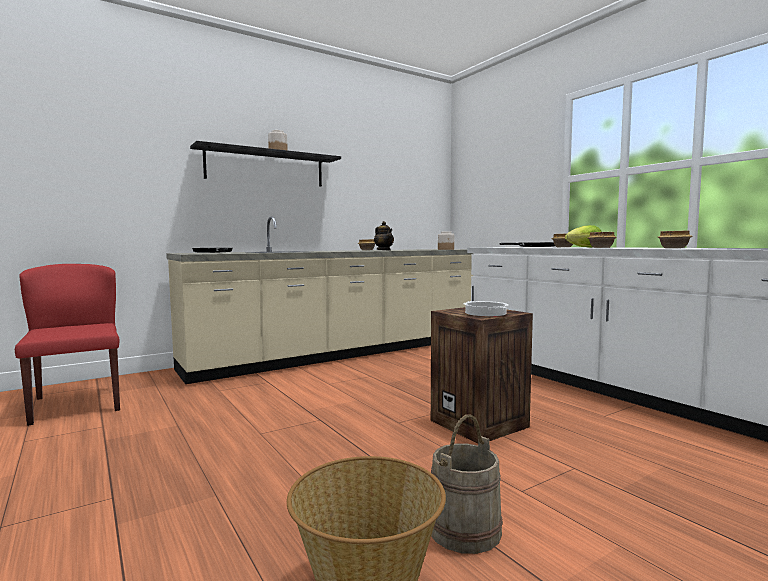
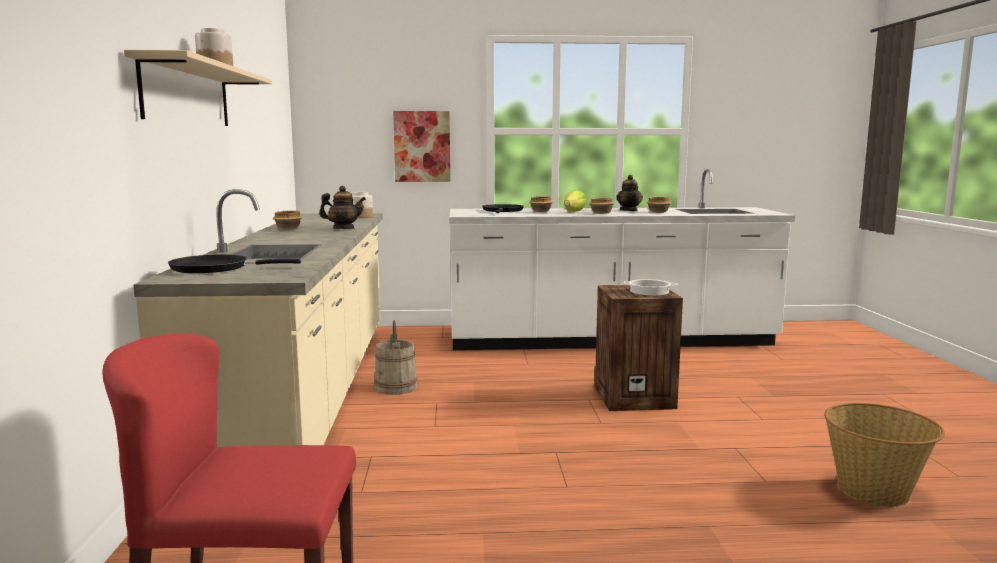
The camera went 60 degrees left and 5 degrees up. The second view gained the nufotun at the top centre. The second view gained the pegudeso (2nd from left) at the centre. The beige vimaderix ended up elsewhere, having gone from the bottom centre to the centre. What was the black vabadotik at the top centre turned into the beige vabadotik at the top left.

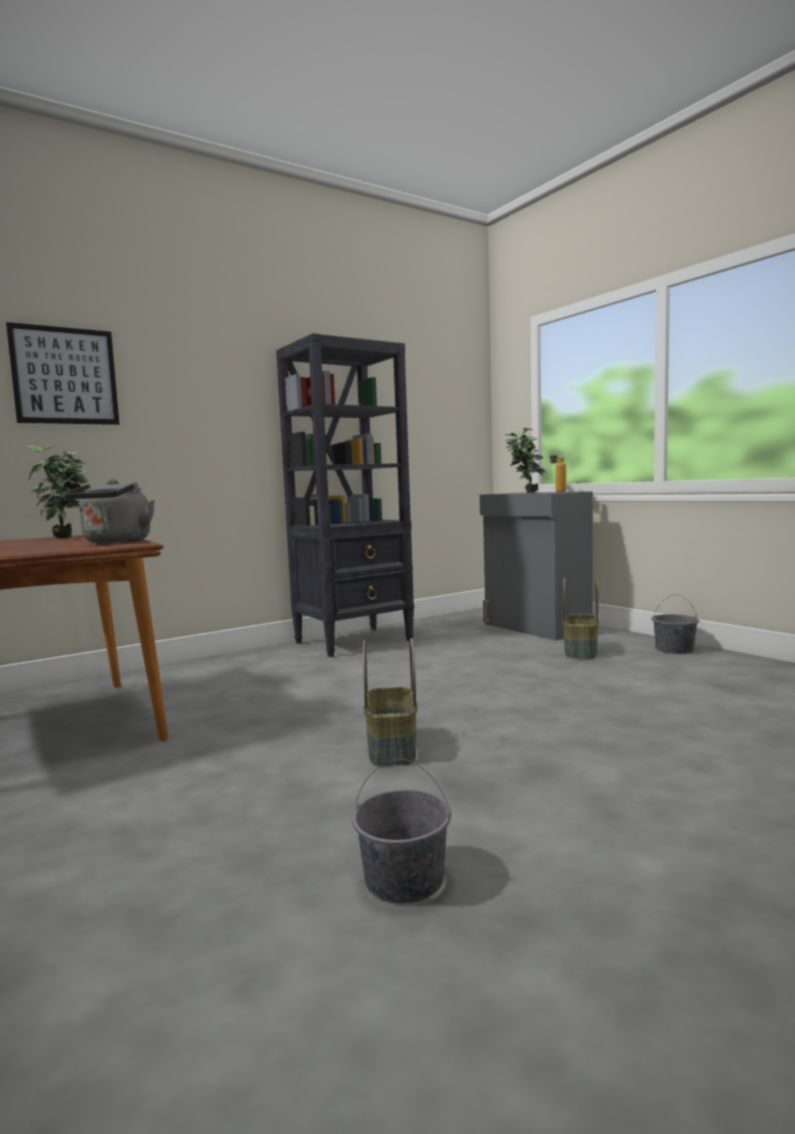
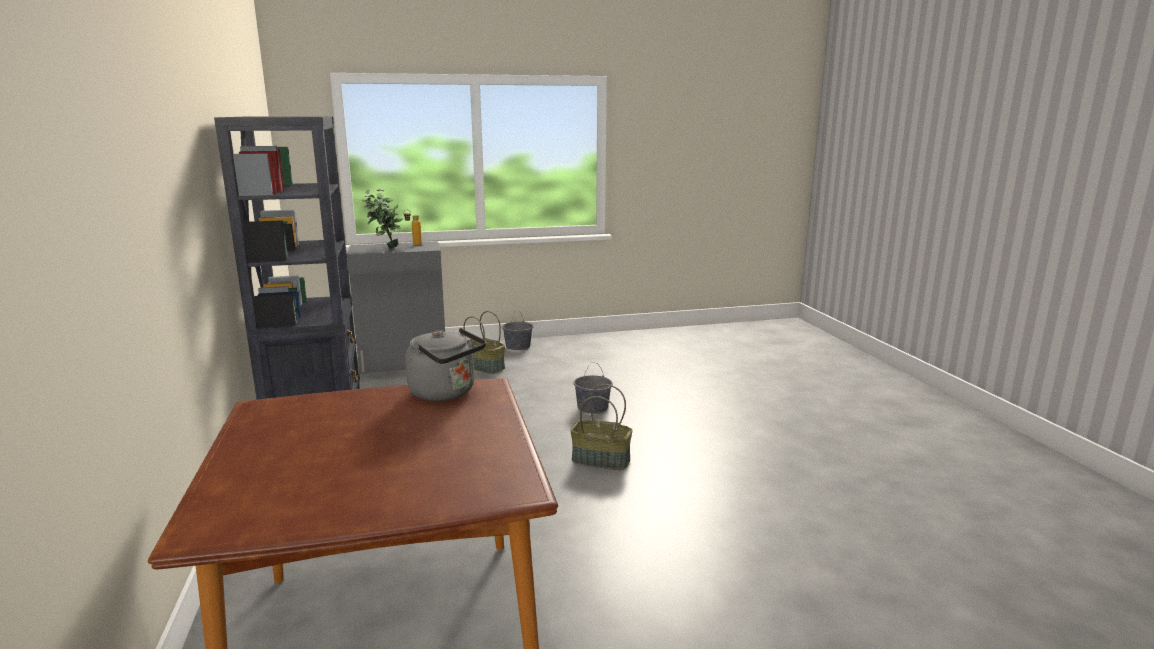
The camera went 70 degrees left and 10 degrees up. The second view lost the nufotun at the top left. The second view lost the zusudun (1st from left) at the middle left. The grey vimaderix (1st from left in the first image) ended up elsewhere, having gone from the bottom centre to the centre.

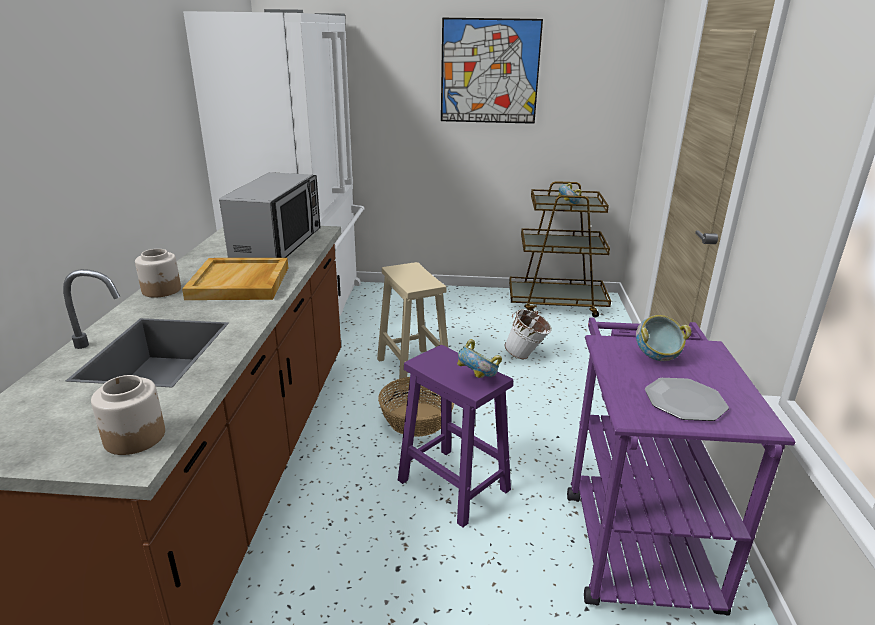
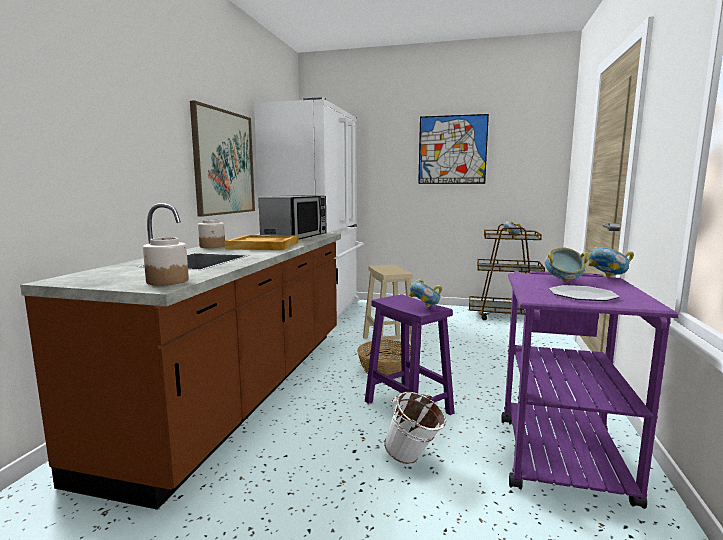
The camera went 10 degrees right and 15 degrees down. The second view gained the nufotun (1st from left) at the top left. The second view gained the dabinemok (4th from left) at the middle right. The white vimaderix ended up elsewhere, having gone from the centre to the bottom centre.

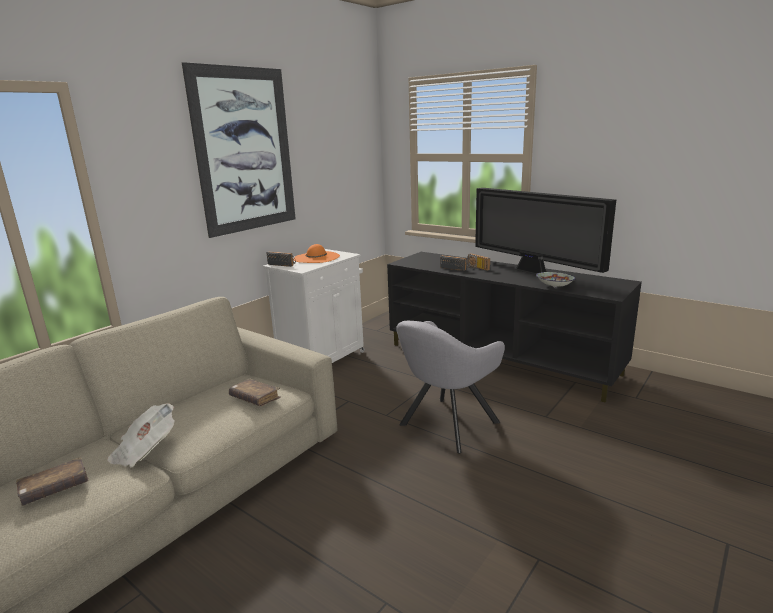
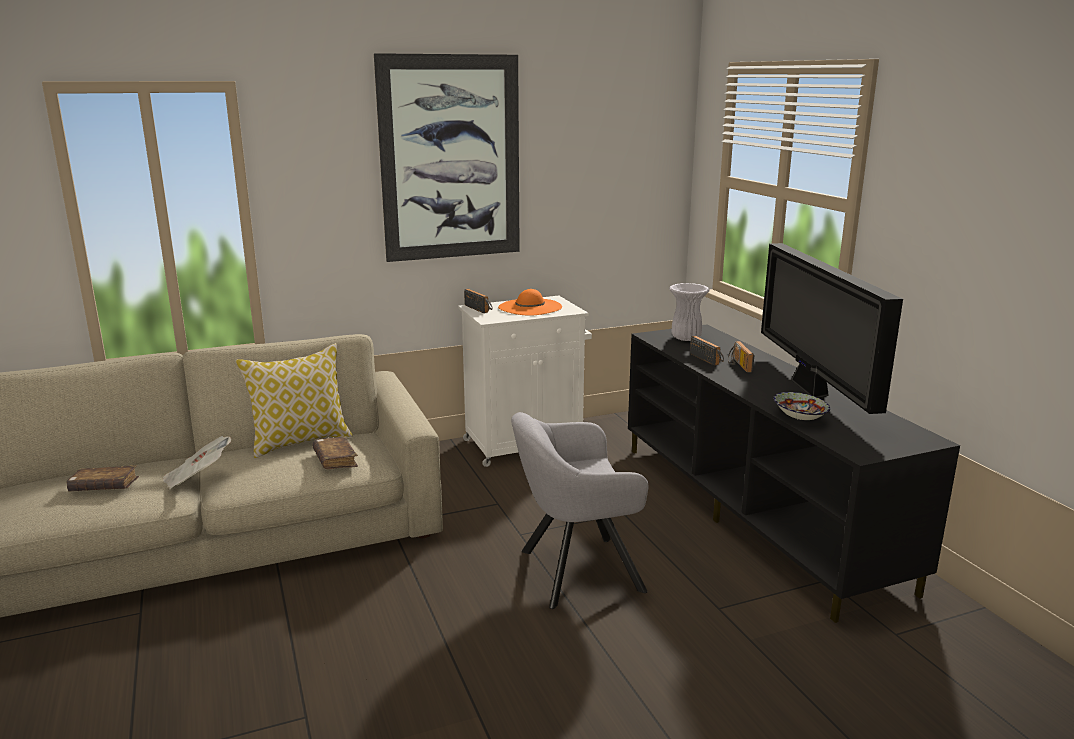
The camera went 30 degrees right and 0 degrees up. The second view gained the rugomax at the middle left. The second view gained the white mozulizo at the centre.

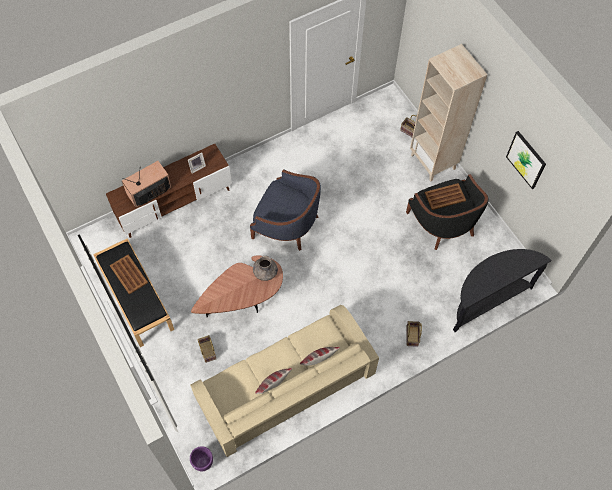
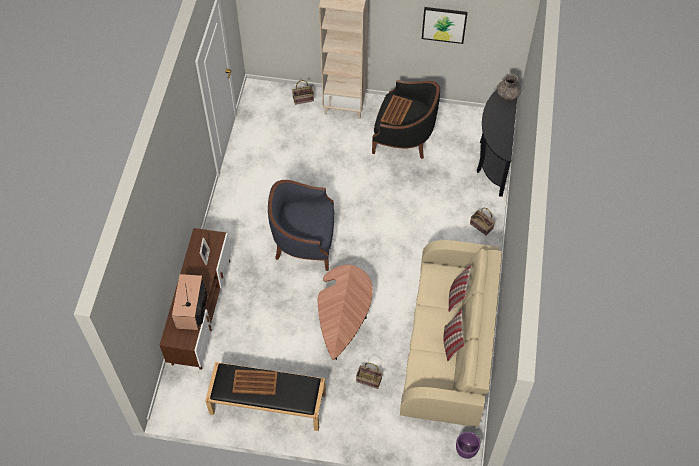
The camera went 50 degrees left and 5 degrees down. The grey mozulizo ended up elsewhere, having gone from the centre to the top right. The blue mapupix at the centre ended up facing another way, 150 degrees counterclockwise from before.

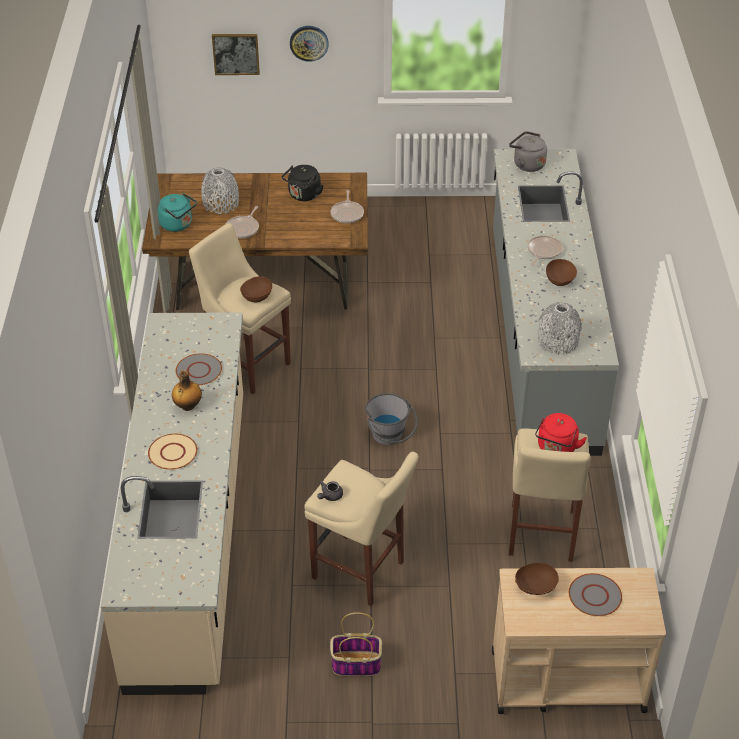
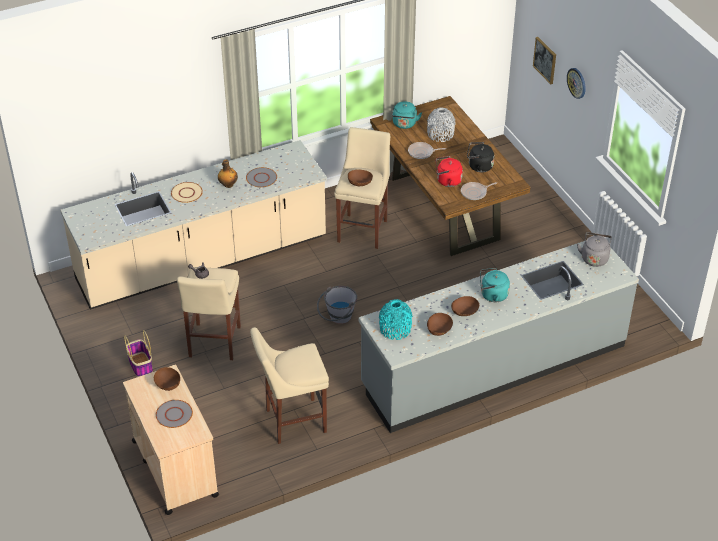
The camera went 65 degrees right and 0 degrees up. The second view gained the brown dabinemok (3rd from left) at the centre. The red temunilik ended up elsewhere, having gone from the middle right to the top centre. Where the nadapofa (3rd from left) stood at the middle right, the turquoise temunilik (2nd from left) came to stand at the middle right. What was the grey mozulizo (2nd from left) at the middle right turned into the turquoise mozulizo at the centre.

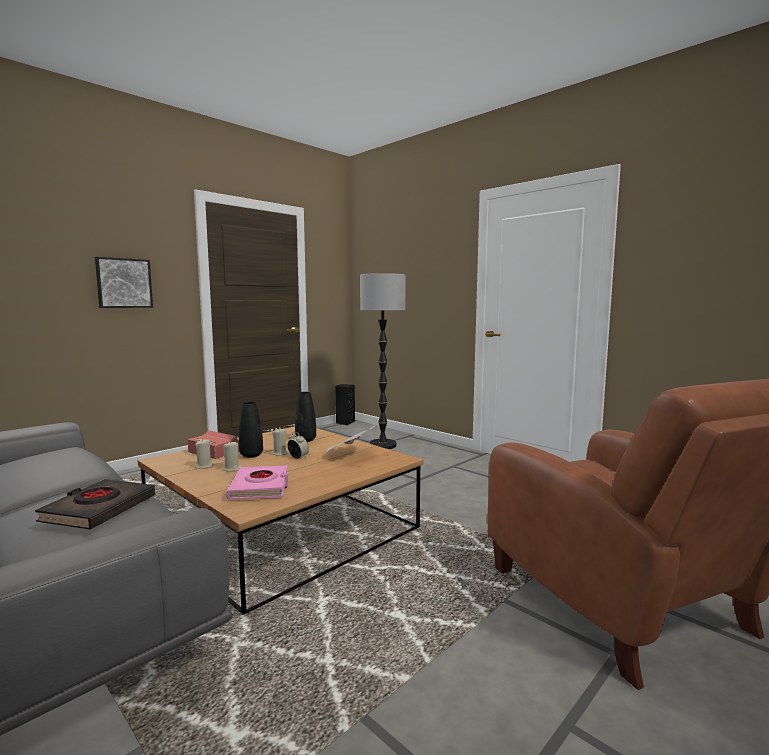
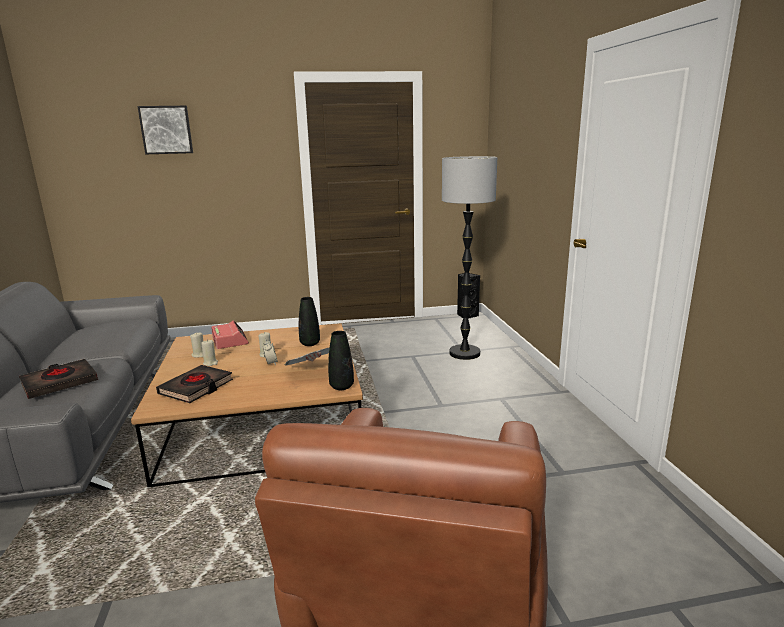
The camera went 35 degrees right and 10 degrees up. The nufotun ended up elsewhere, having gone from the middle left to the top left. The black mozulizo (1st from left in the first image) ended up elsewhere, having gone from the middle left to the centre. What was the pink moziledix at the centre turned into the black moziledix (2nd from left) at the middle left.

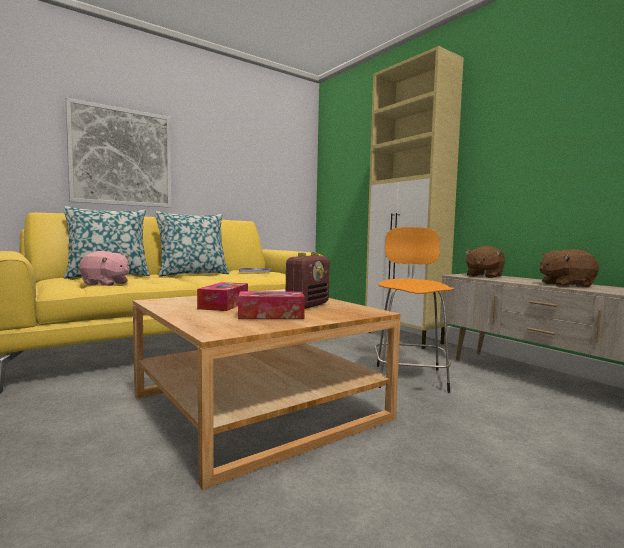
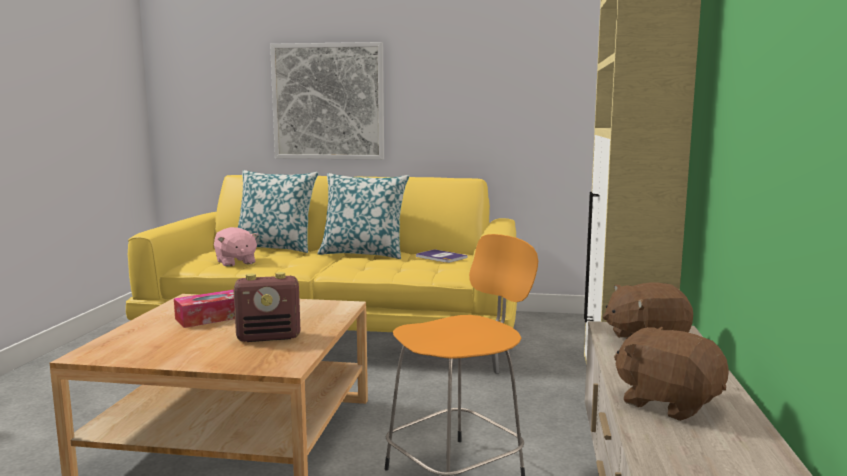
The camera went 45 degrees right and 5 degrees up. The second view lost the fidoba (2nd from left) at the centre.

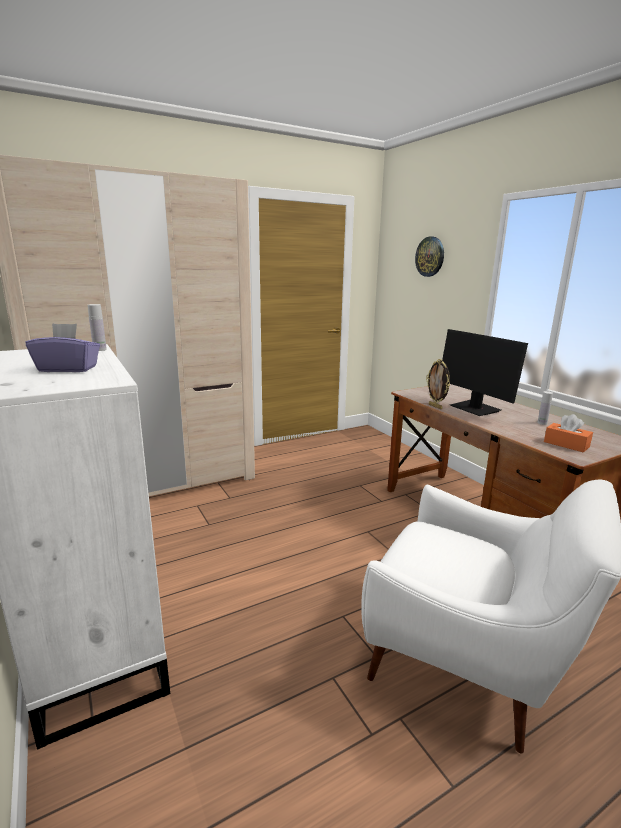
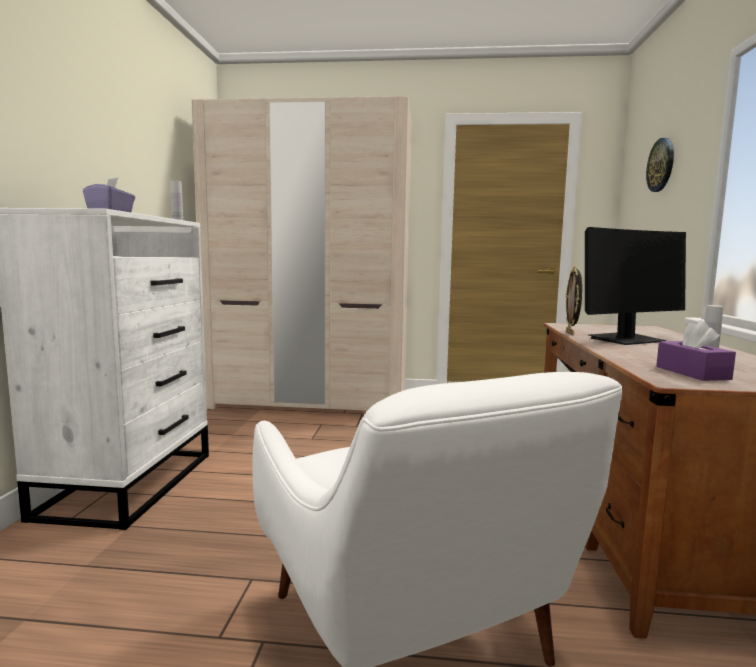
The camera went 35 degrees right and 10 degrees down. What was the orange fidoba at the middle right turned into the purple fidoba (2nd from left) at the middle right. The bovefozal at the middle right ended up facing another way, 120 degrees counterclockwise from before.

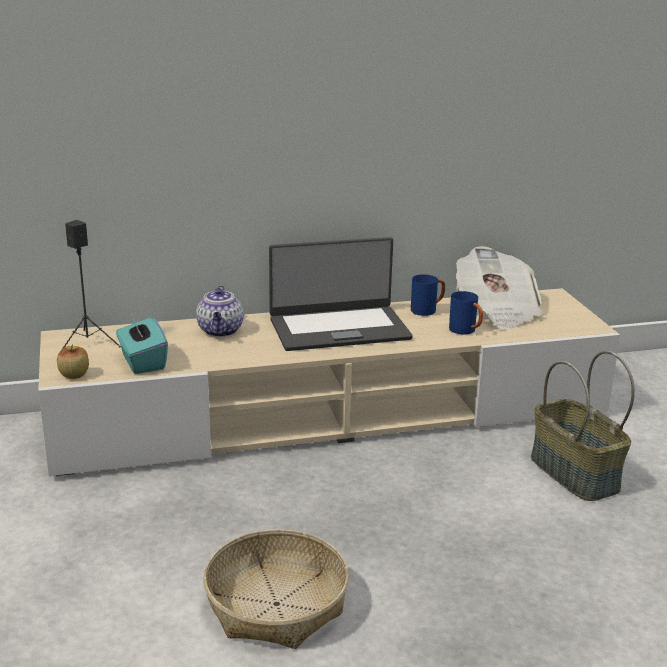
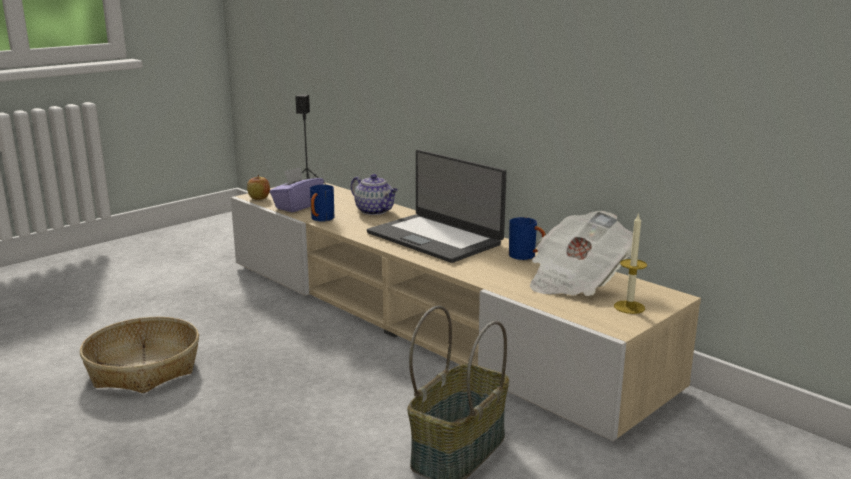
The camera went 60 degrees right and 5 degrees down. The second view gained the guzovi at the middle right. The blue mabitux (2nd from left in the first image) ended up elsewhere, having gone from the middle right to the centre. What was the turquoise fidoba at the middle left turned into the purple fidoba at the centre. The pegudeso at the middle left ended up facing another way, 105 degrees counterclockwise from before.

